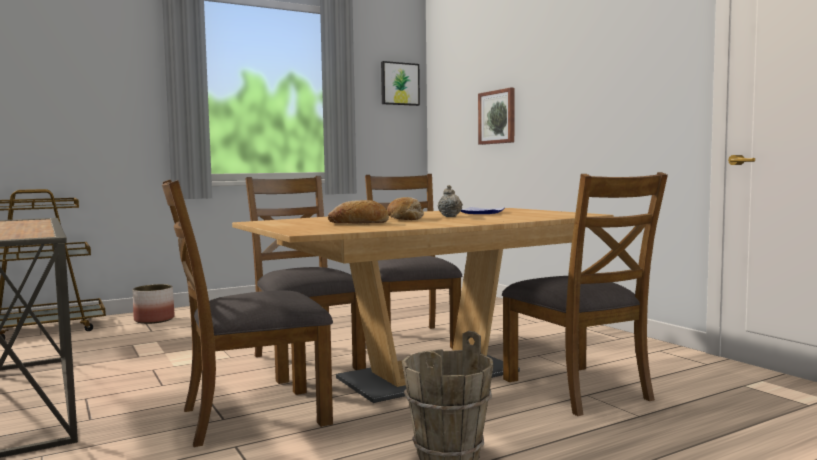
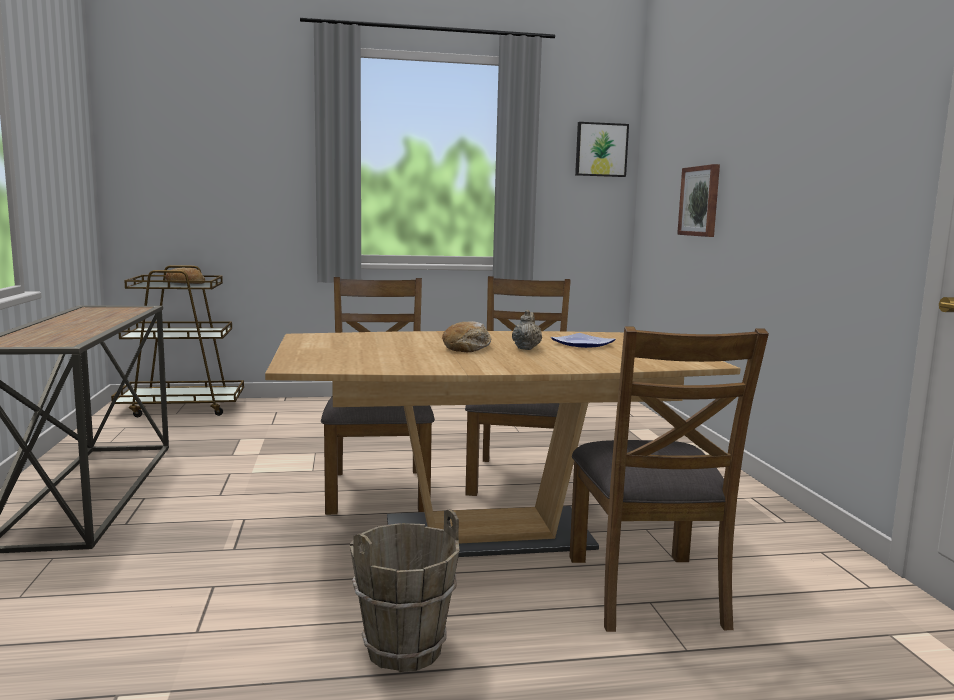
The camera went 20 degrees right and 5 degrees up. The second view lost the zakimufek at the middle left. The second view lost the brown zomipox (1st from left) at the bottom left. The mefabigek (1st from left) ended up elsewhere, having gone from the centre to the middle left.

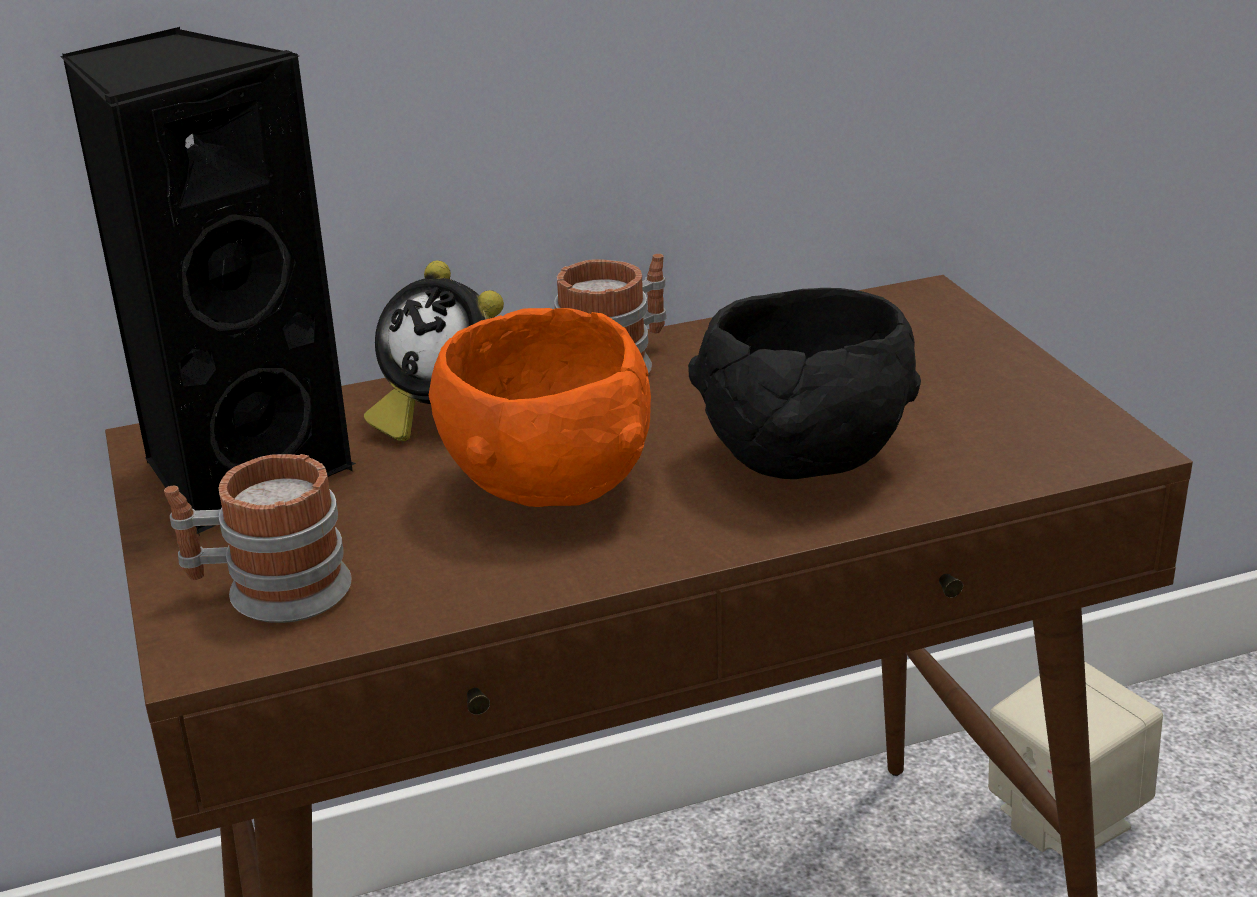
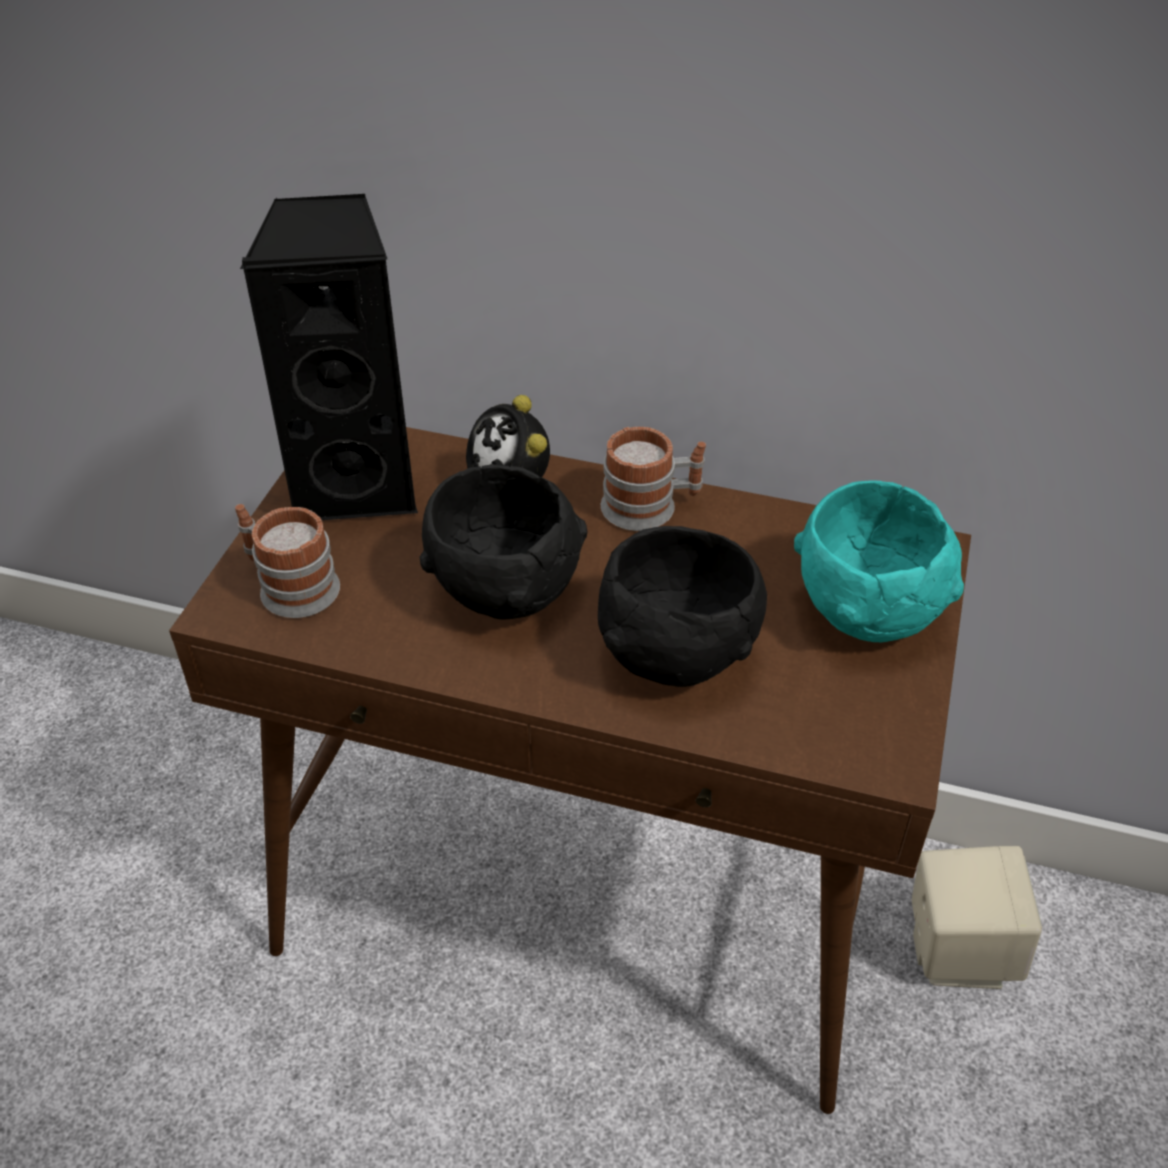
The camera went 35 degrees right and 15 degrees up. The second view gained the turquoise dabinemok at the middle right. What was the orange dabinemok at the centre turned into the black dabinemok (1st from left) at the centre.

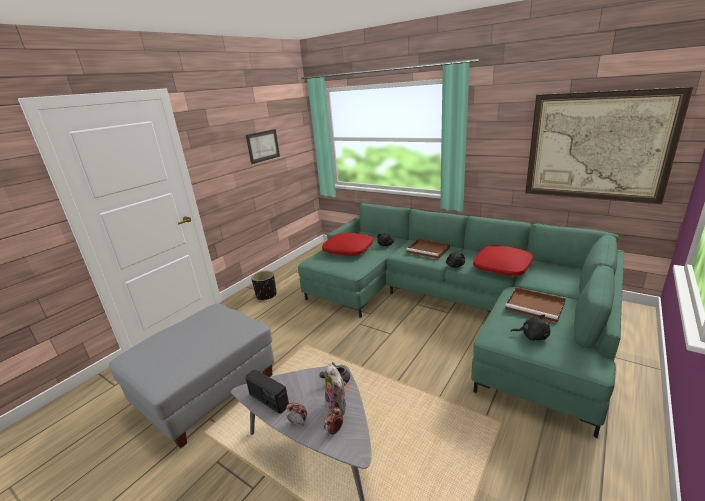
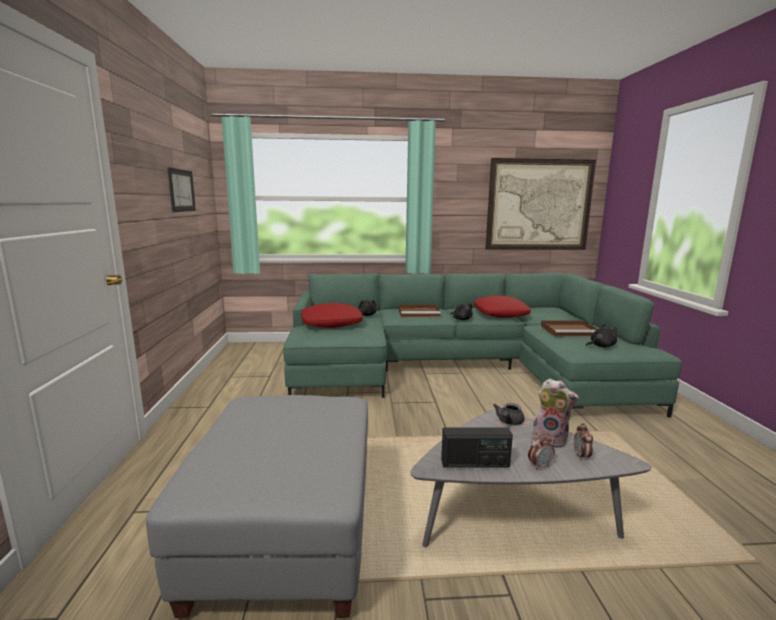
The camera went 40 degrees left and 10 degrees down. The second view lost the black zakimufek at the centre.

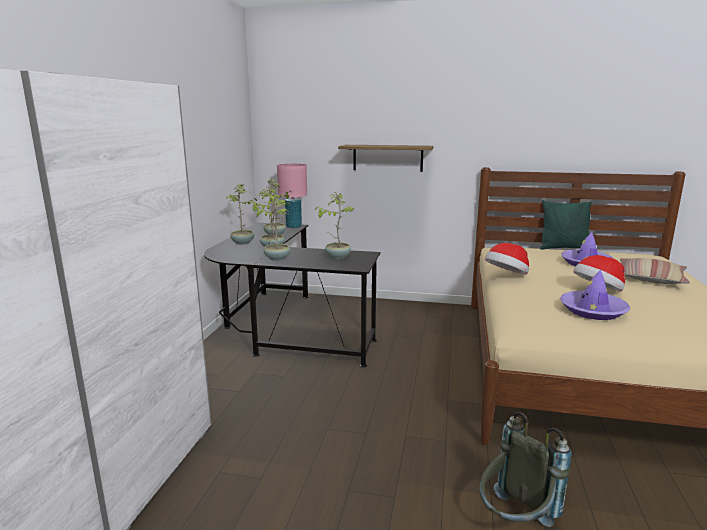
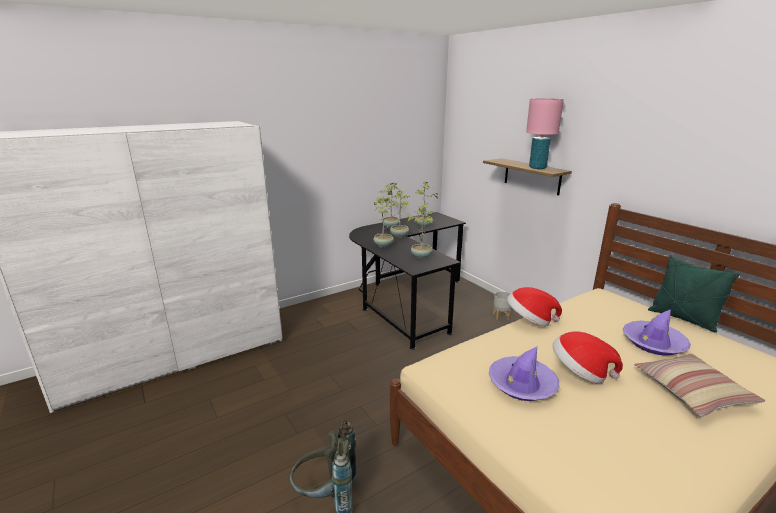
The camera went 45 degrees right and 5 degrees up. The second view gained the grey zakimufek at the centre. The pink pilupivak ended up elsewhere, having gone from the centre to the top right.

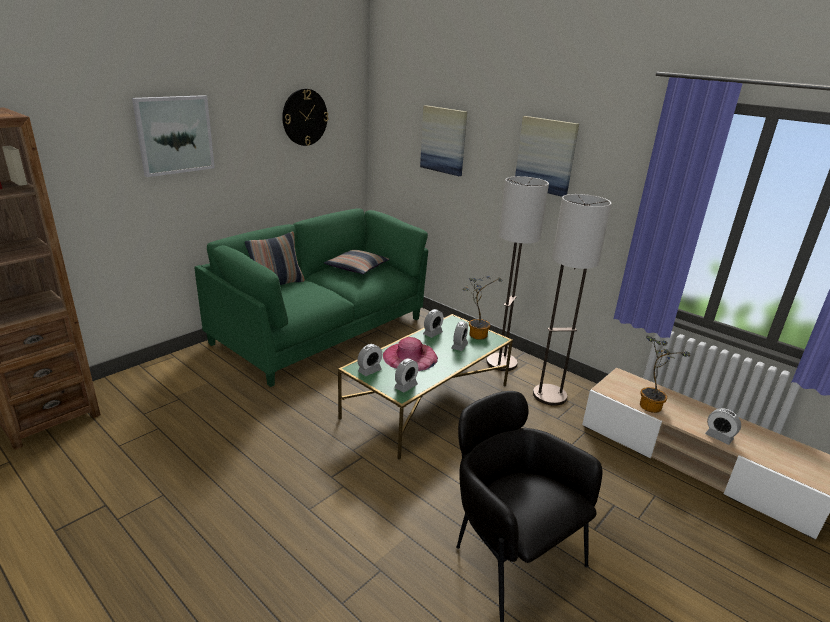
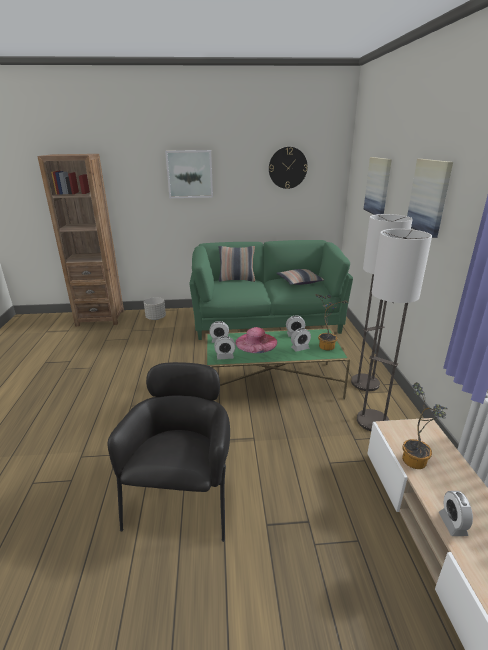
The camera went 45 degrees right and 0 degrees up. The second view gained the grey zakimufek at the middle left.

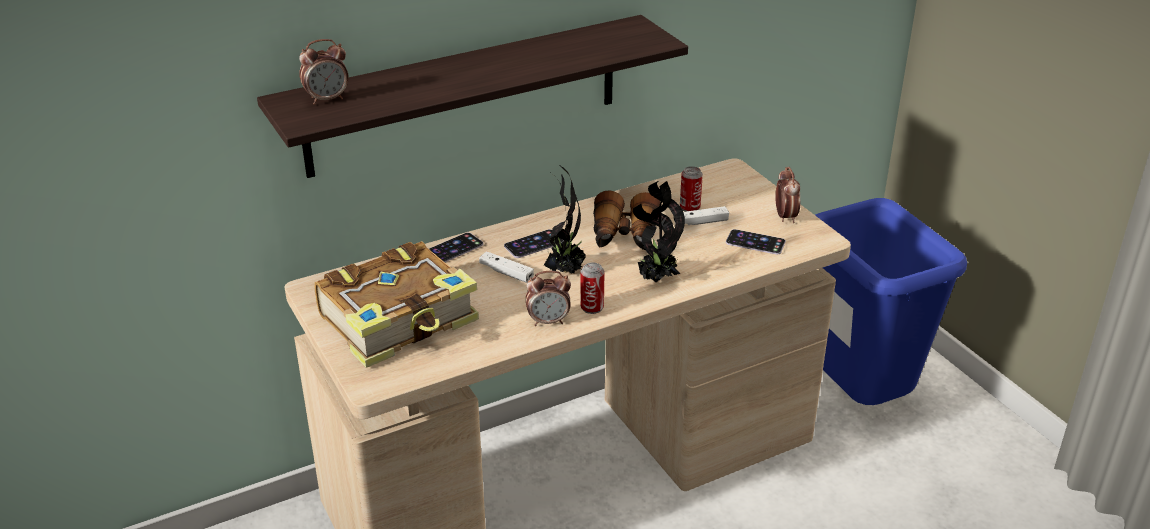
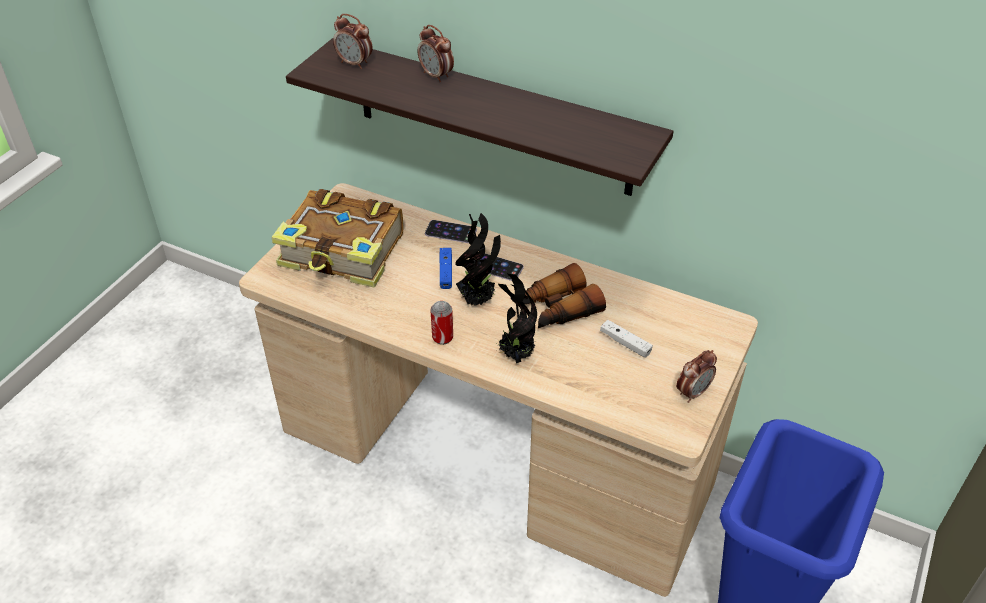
The camera went 55 degrees right and 10 degrees up. The second view lost the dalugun (2nd from left) at the centre. The second view lost the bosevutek (3rd from left) at the centre. The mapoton (2nd from left) ended up elsewhere, having gone from the centre to the top centre. What was the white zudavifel (1st from left) at the centre turned into the blue zudavifel at the centre.

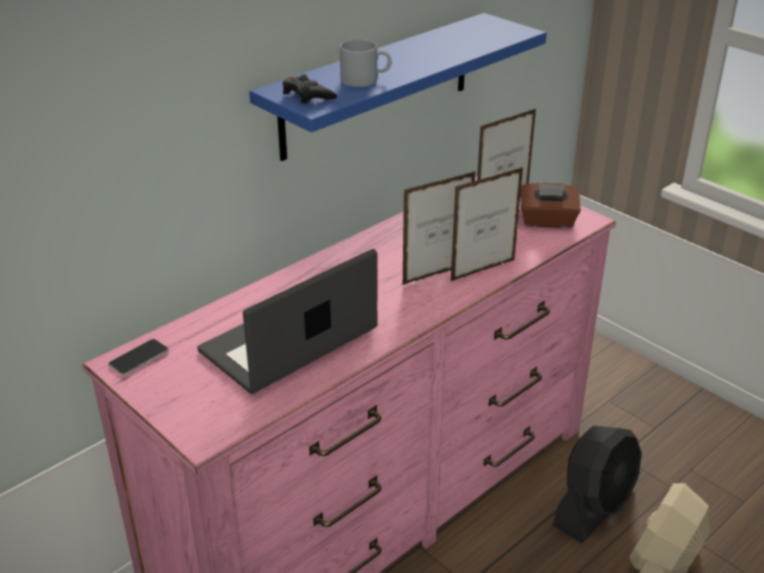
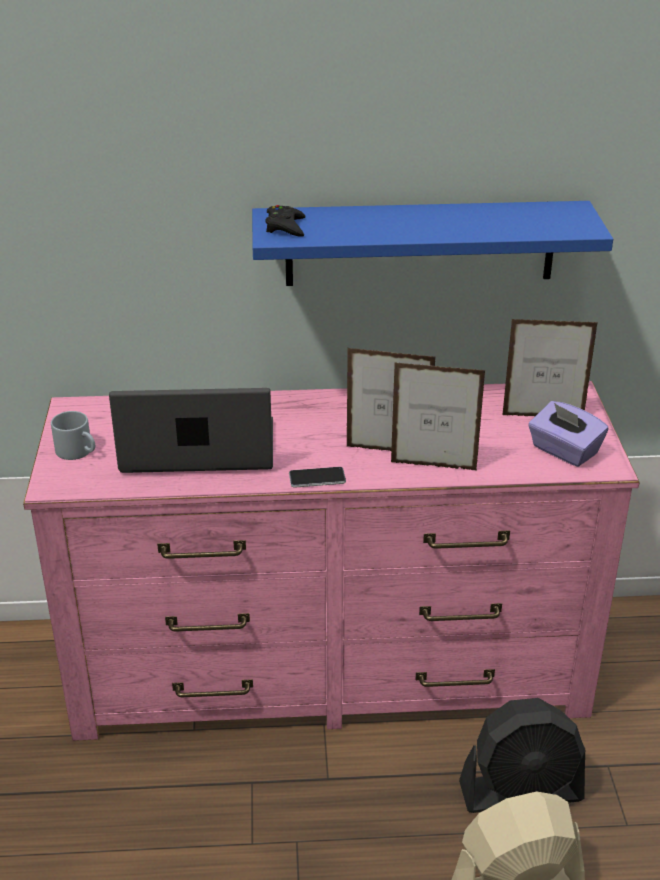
The camera went 40 degrees right and 0 degrees up. The bosevutek ended up elsewhere, having gone from the middle left to the centre. The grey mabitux ended up elsewhere, having gone from the top centre to the middle left. What was the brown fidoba at the middle right turned into the purple fidoba at the middle right.

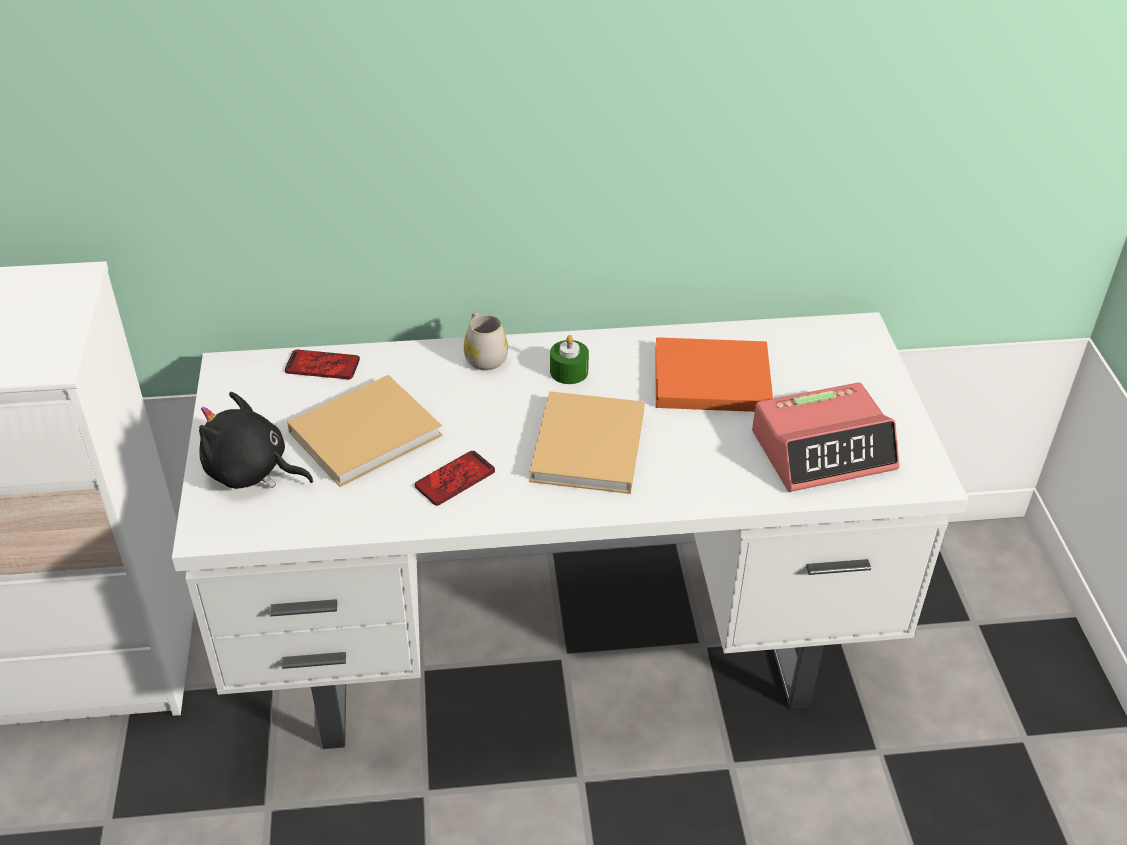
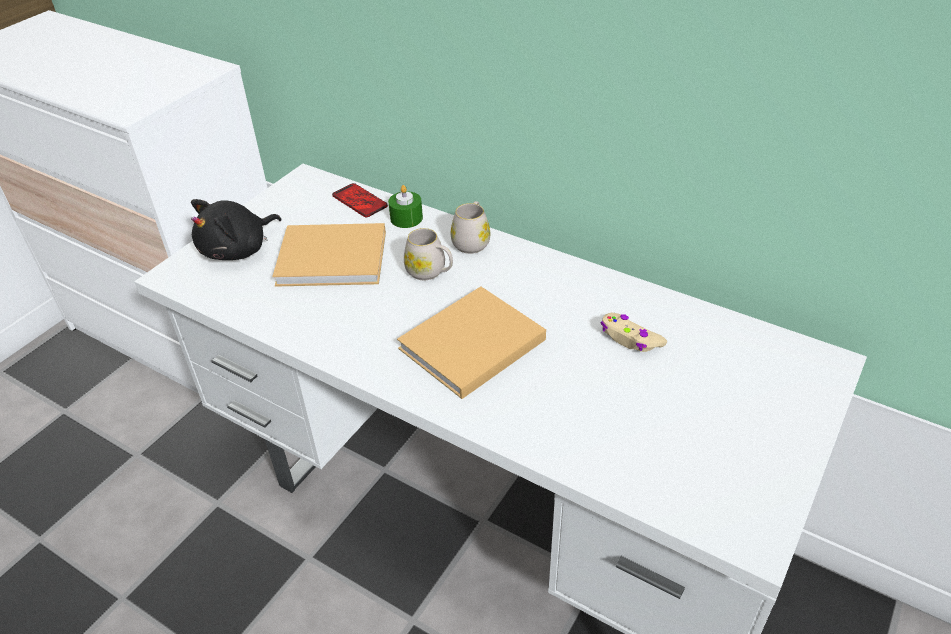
The camera went 40 degrees right and 0 degrees up. The second view lost the bosevutek (2nd from left) at the centre. The second view lost the mapoton at the middle right. The second view gained the white mabitux (1st from left) at the centre. The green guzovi ended up elsewhere, having gone from the centre to the top centre. Where the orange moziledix stood at the centre, the beige zudavifel came to stand at the middle right. The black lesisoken at the middle left ended up facing another way, 105 degrees counterclockwise from before.

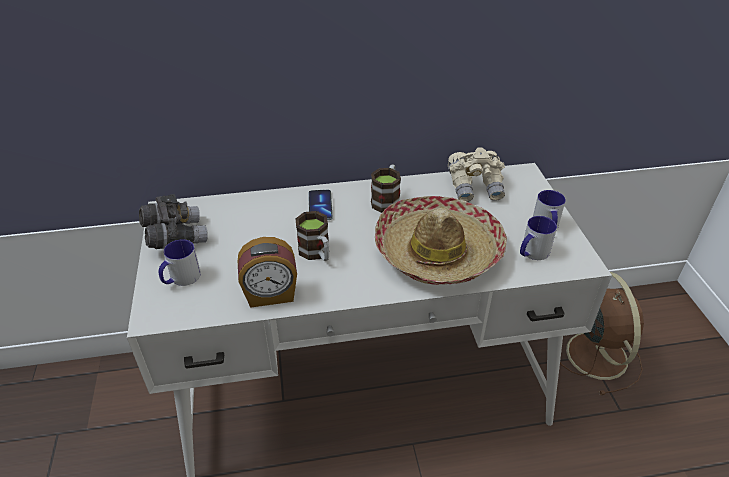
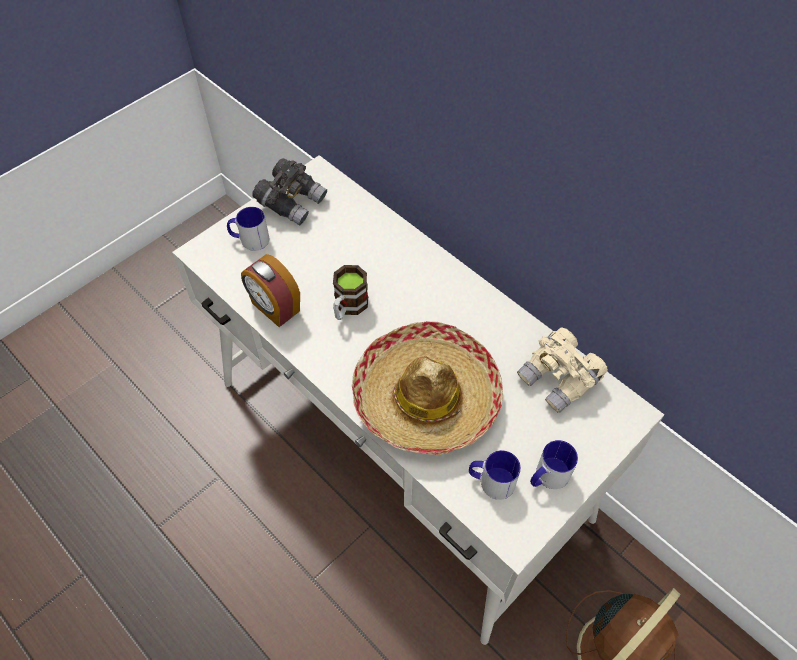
The camera went 55 degrees right and 15 degrees up. The second view lost the bosevutek at the centre. The second view lost the mabitux (3rd from left) at the centre.

